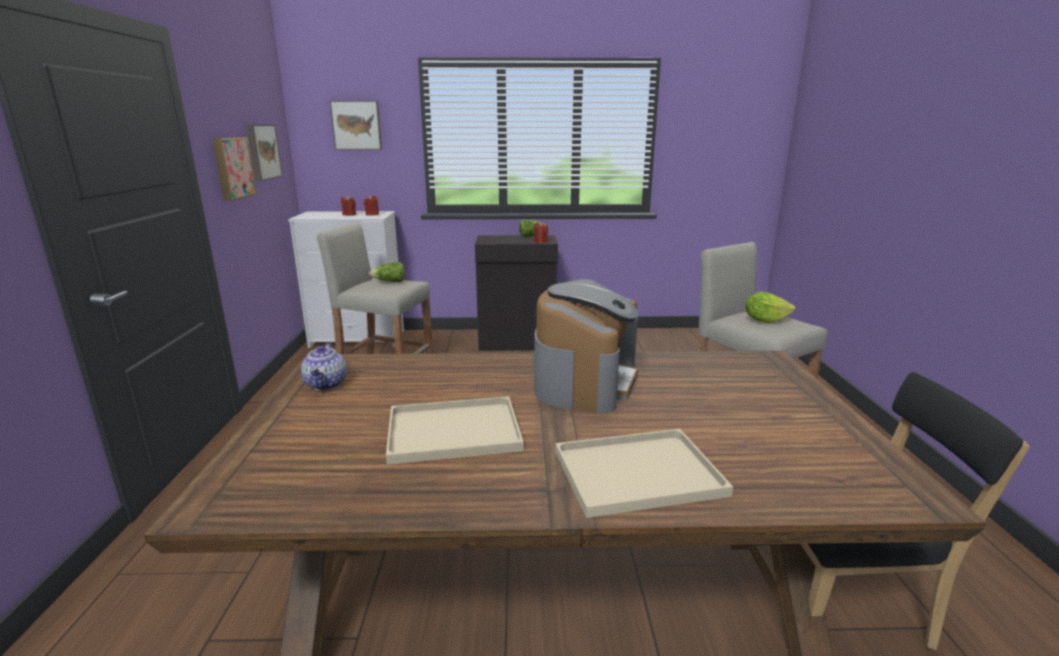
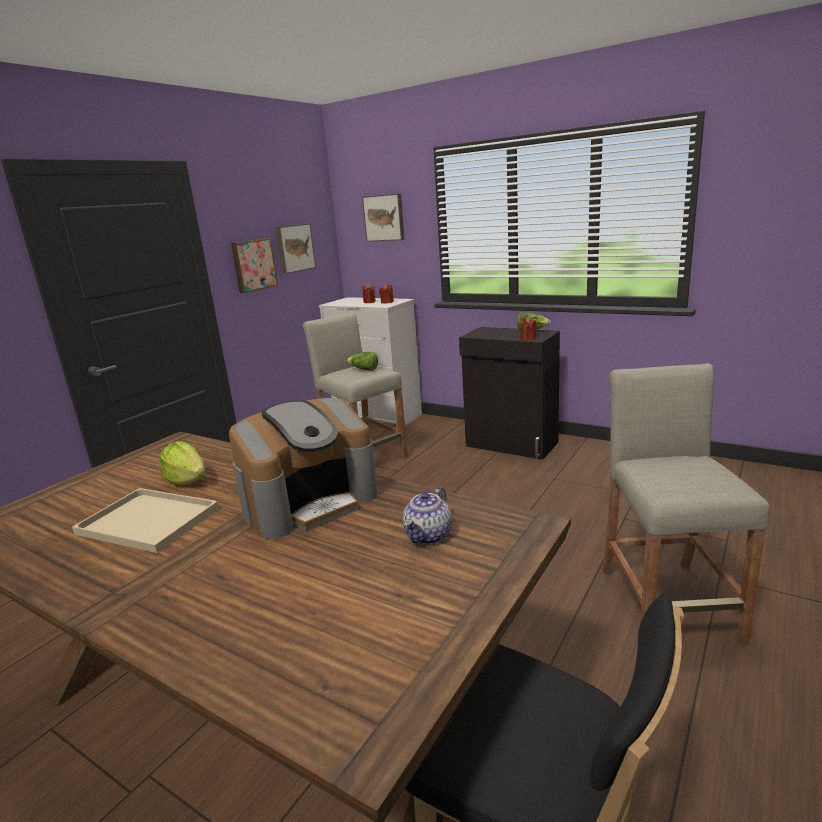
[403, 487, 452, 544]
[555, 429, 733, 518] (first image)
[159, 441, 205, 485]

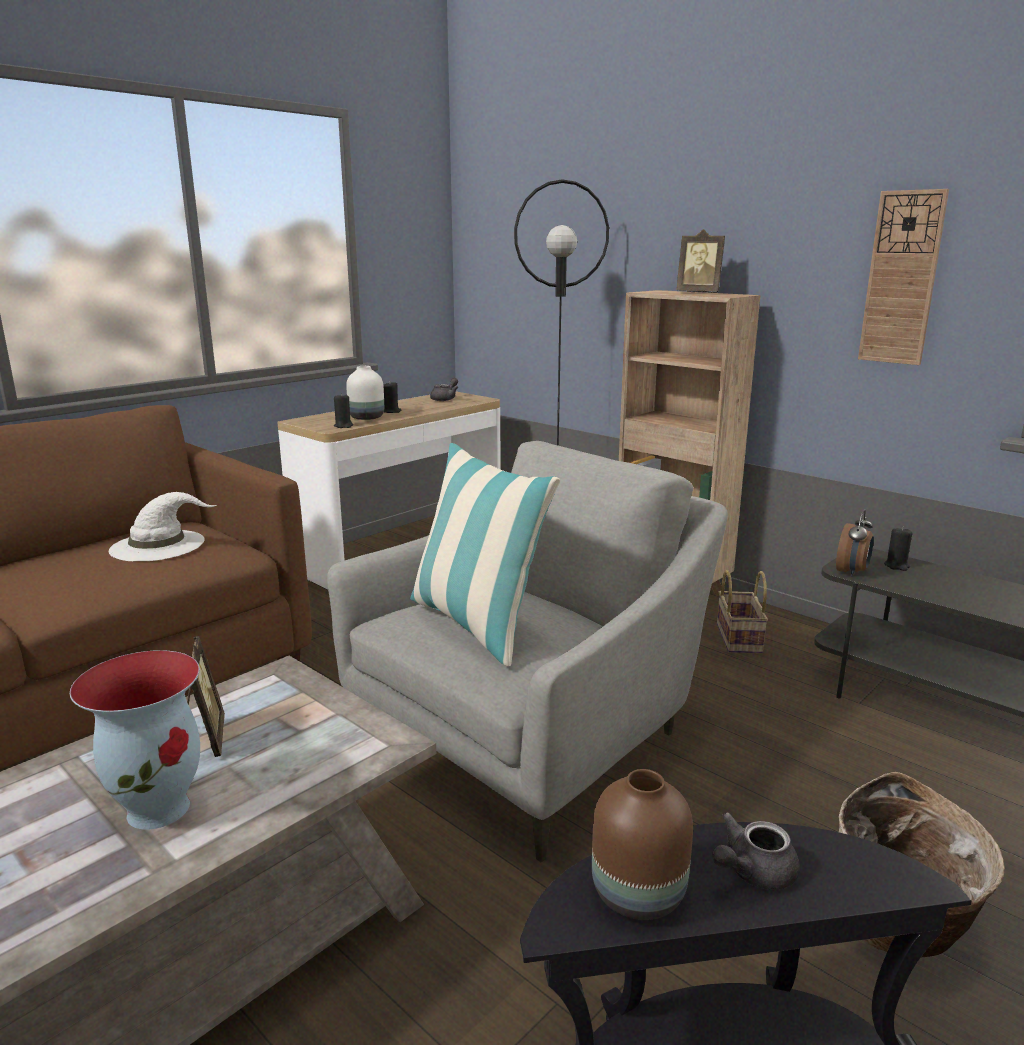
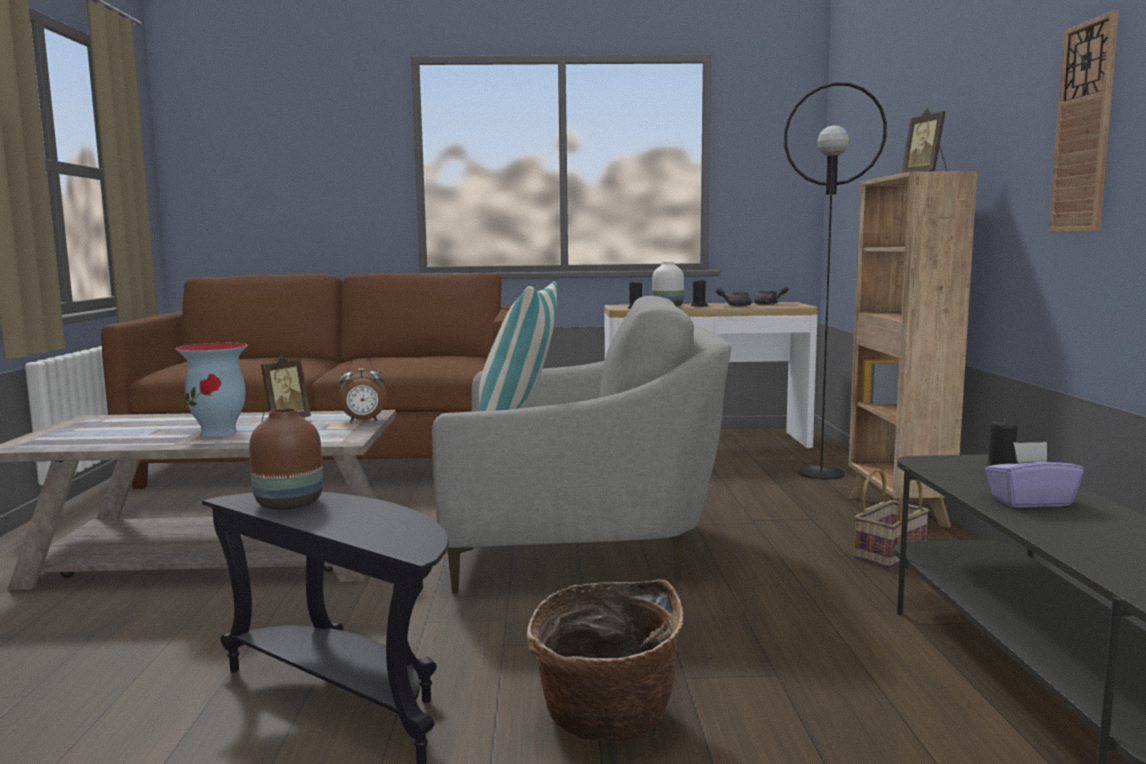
[109, 492, 216, 561] (first image)
[716, 287, 752, 307]
[339, 359, 387, 422]
[984, 442, 1084, 508]

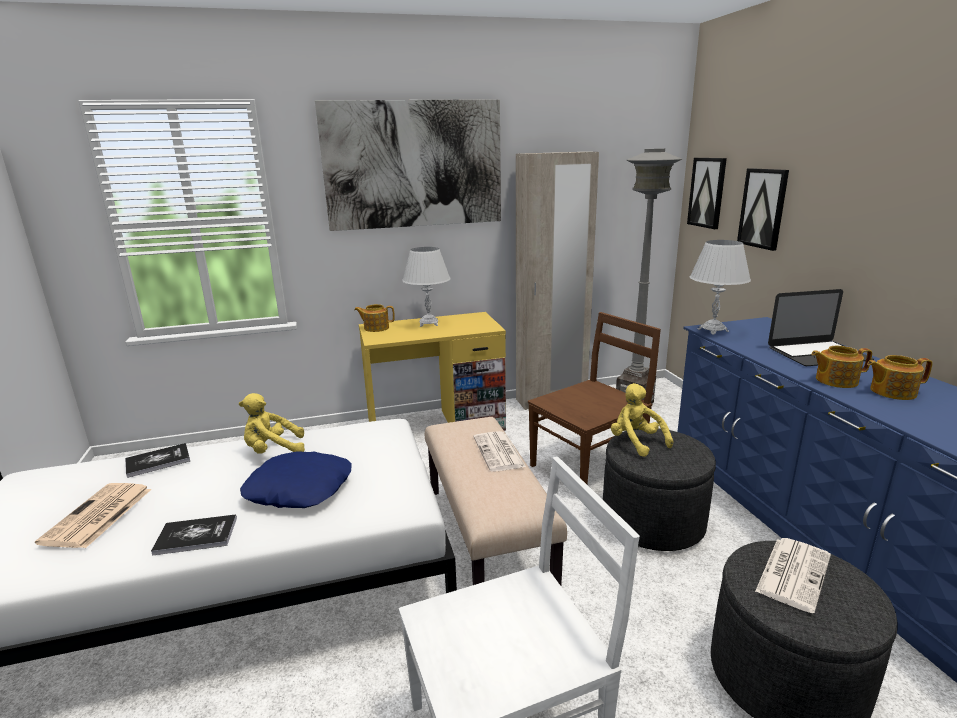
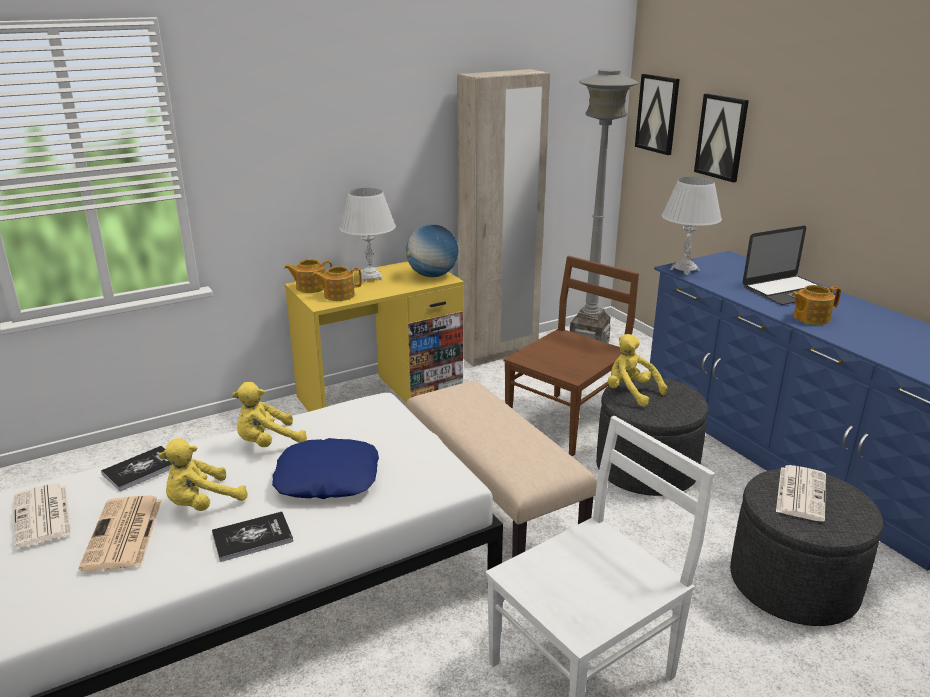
[315, 99, 501, 231] (first image)
[14, 483, 71, 548]
[312, 266, 362, 301]
[159, 438, 248, 511]
[406, 224, 458, 277]

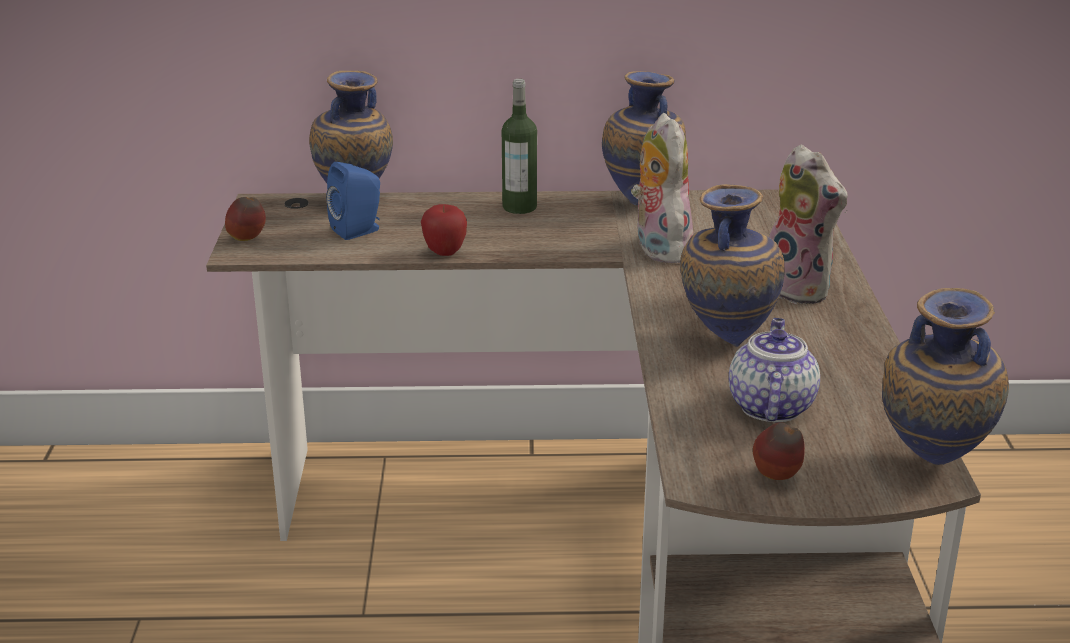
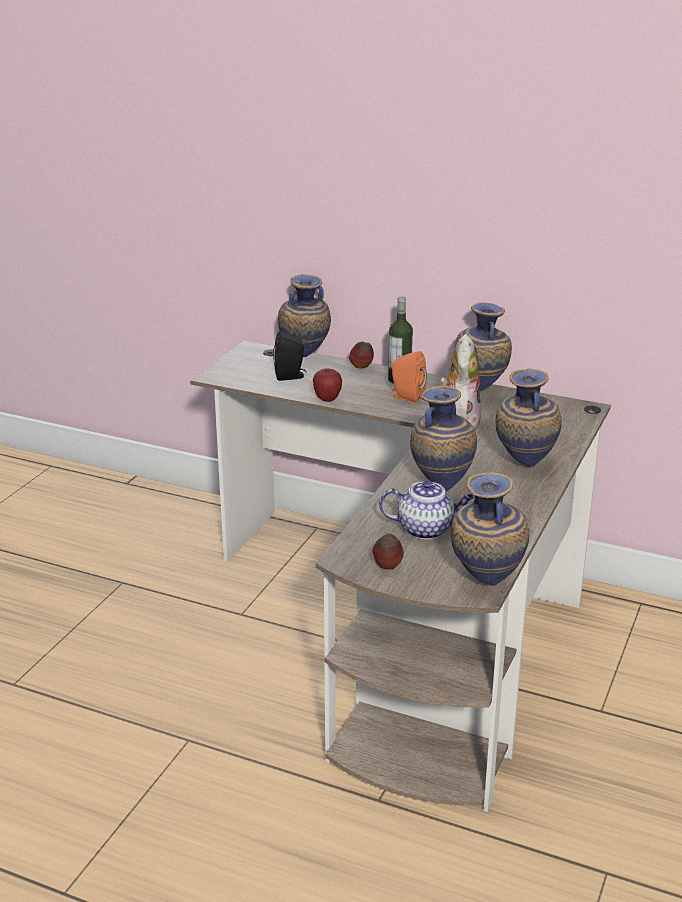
[349, 342, 374, 368]
[273, 331, 307, 381]
[379, 481, 474, 539]
[496, 369, 562, 468]
[390, 351, 427, 403]

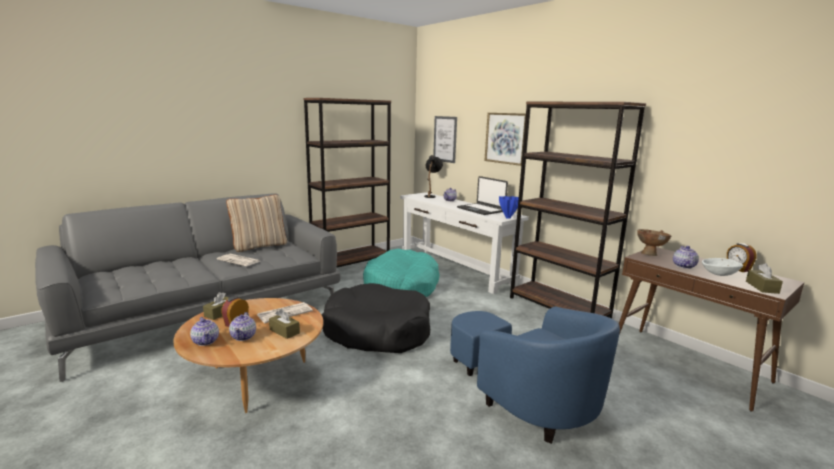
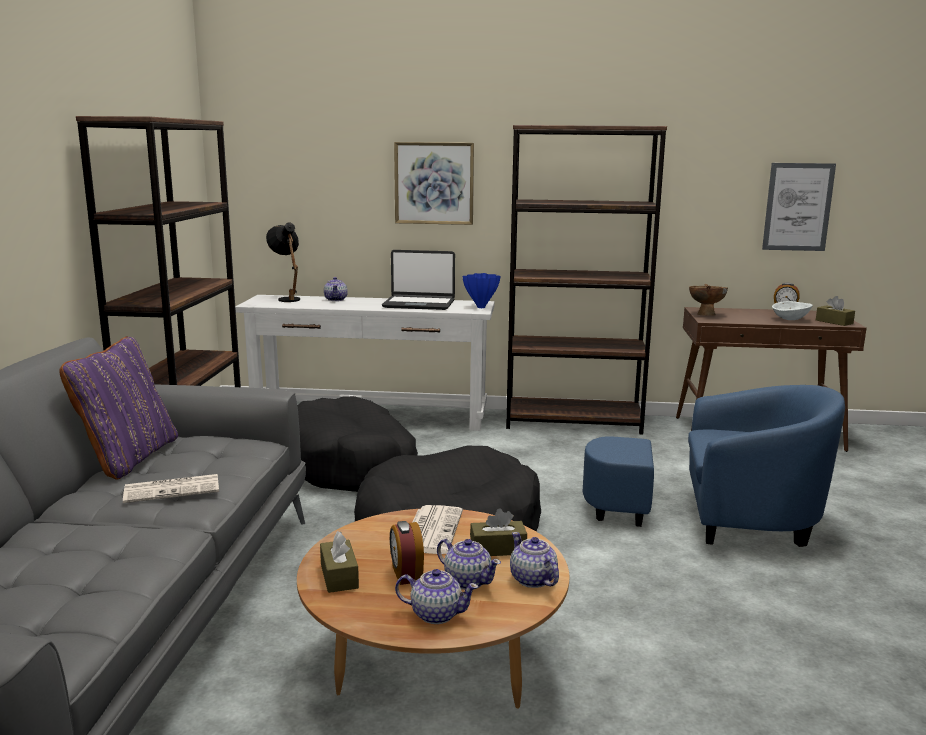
[59, 337, 178, 480]
[297, 396, 418, 492]
[762, 163, 836, 251]
[510, 532, 559, 588]

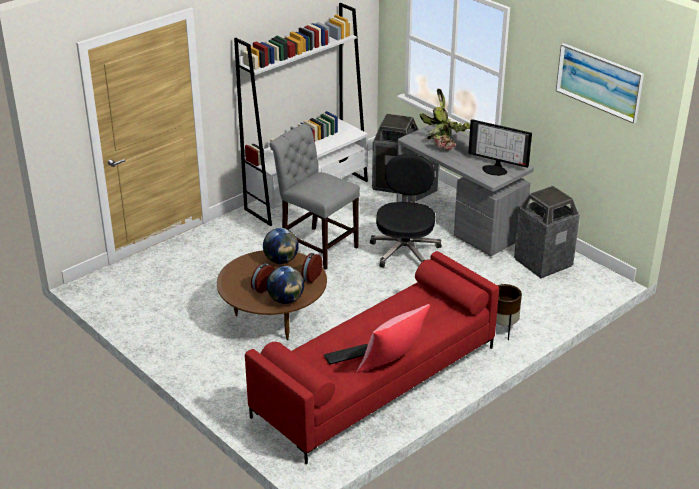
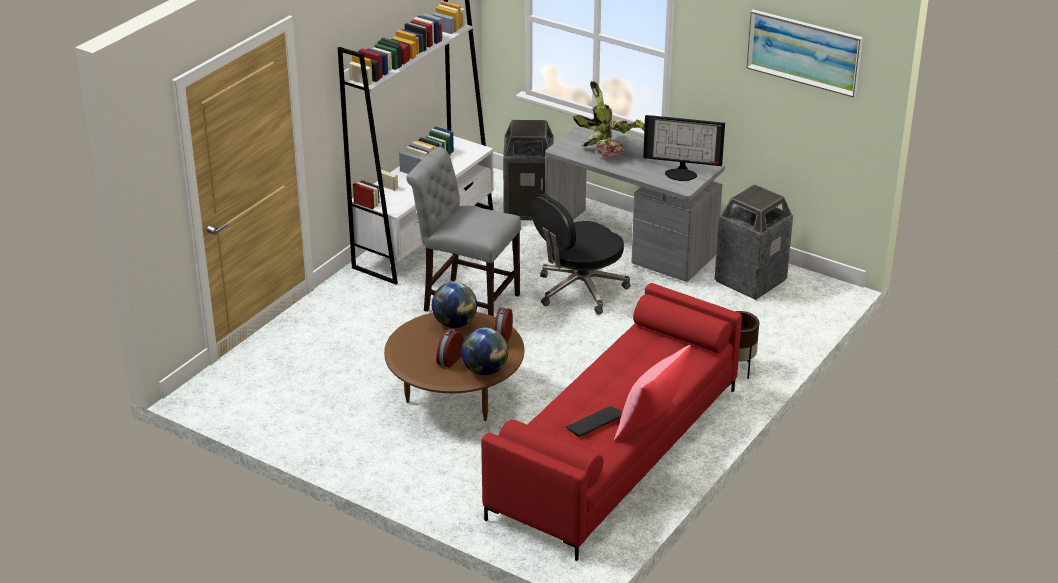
[531, 193, 630, 314]

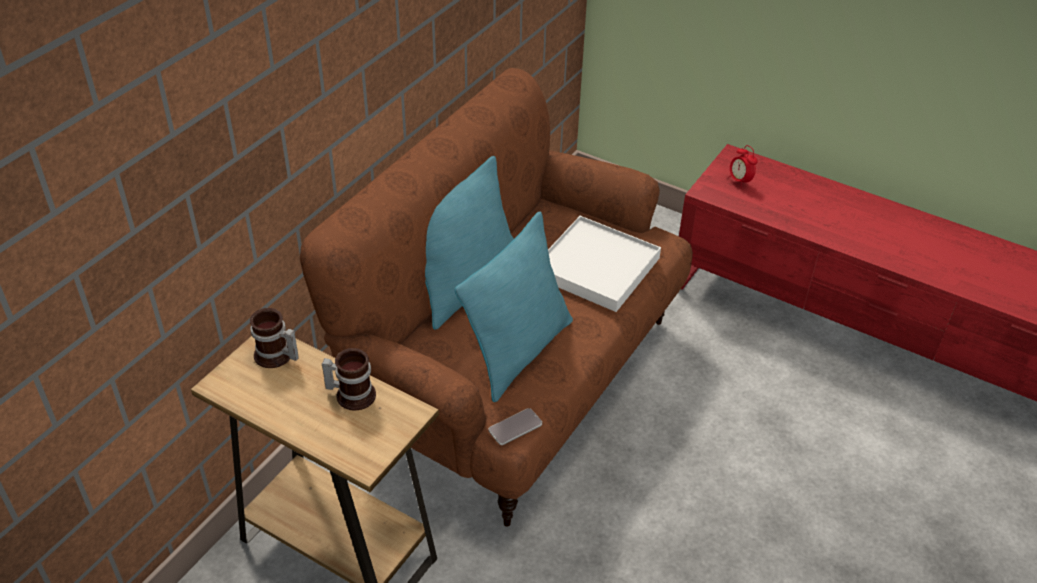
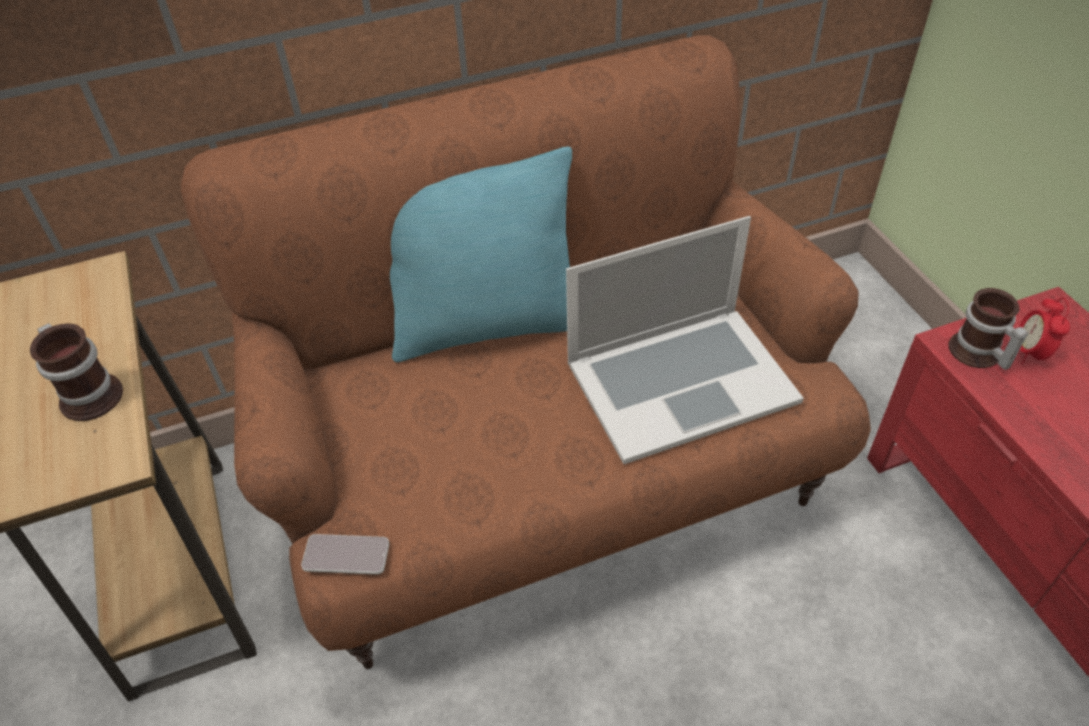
[948, 288, 1028, 370]
[455, 211, 573, 402] (first image)
[566, 216, 804, 464]

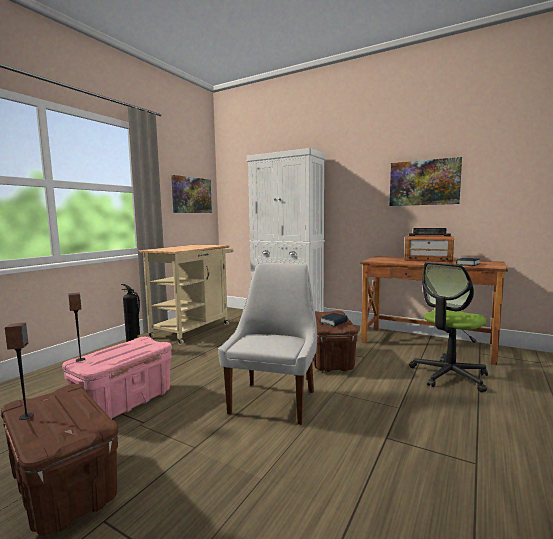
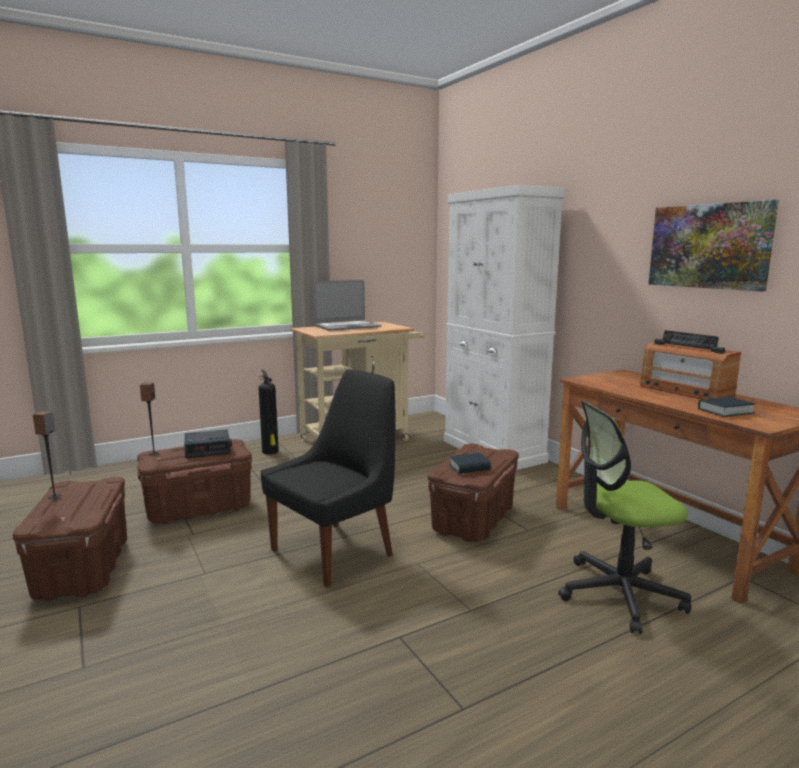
[137, 439, 252, 524]
[171, 175, 212, 213] (first image)
[261, 370, 395, 587]
[184, 429, 232, 458]
[313, 280, 382, 331]

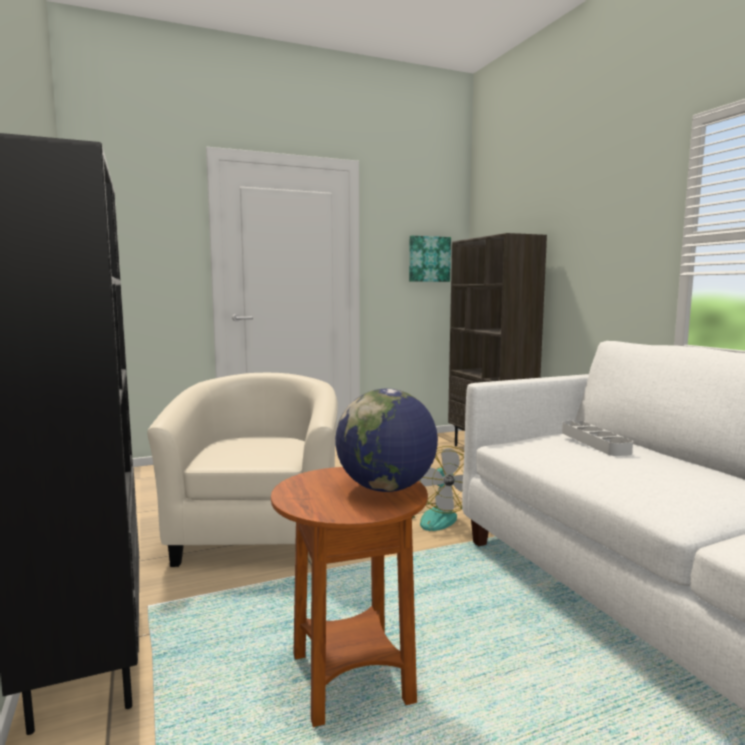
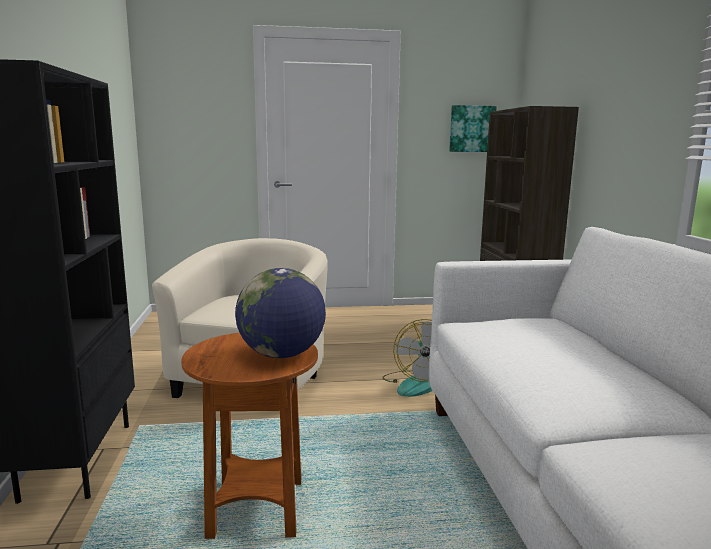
[562, 420, 633, 456] (first image)

